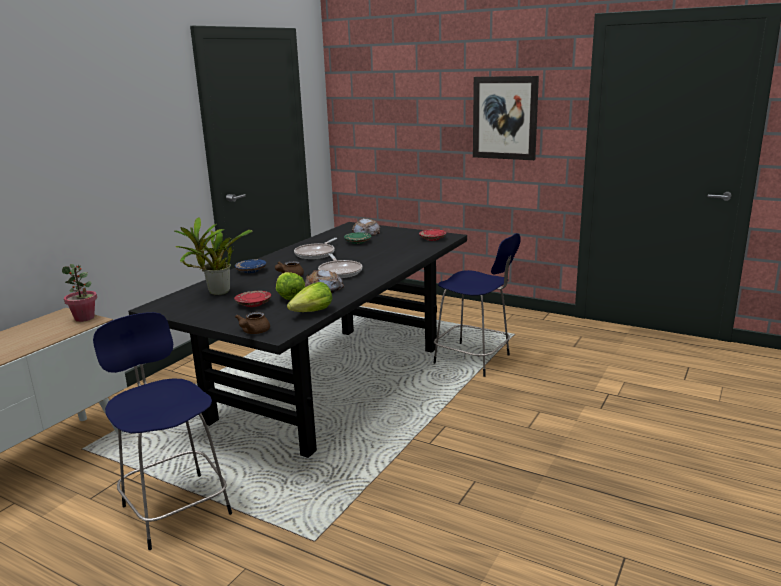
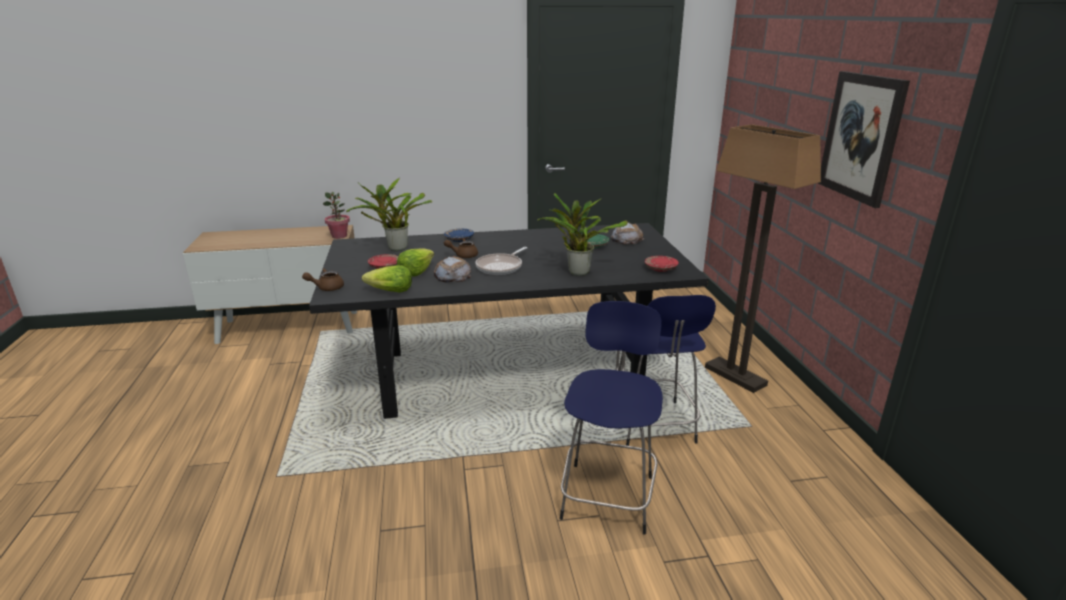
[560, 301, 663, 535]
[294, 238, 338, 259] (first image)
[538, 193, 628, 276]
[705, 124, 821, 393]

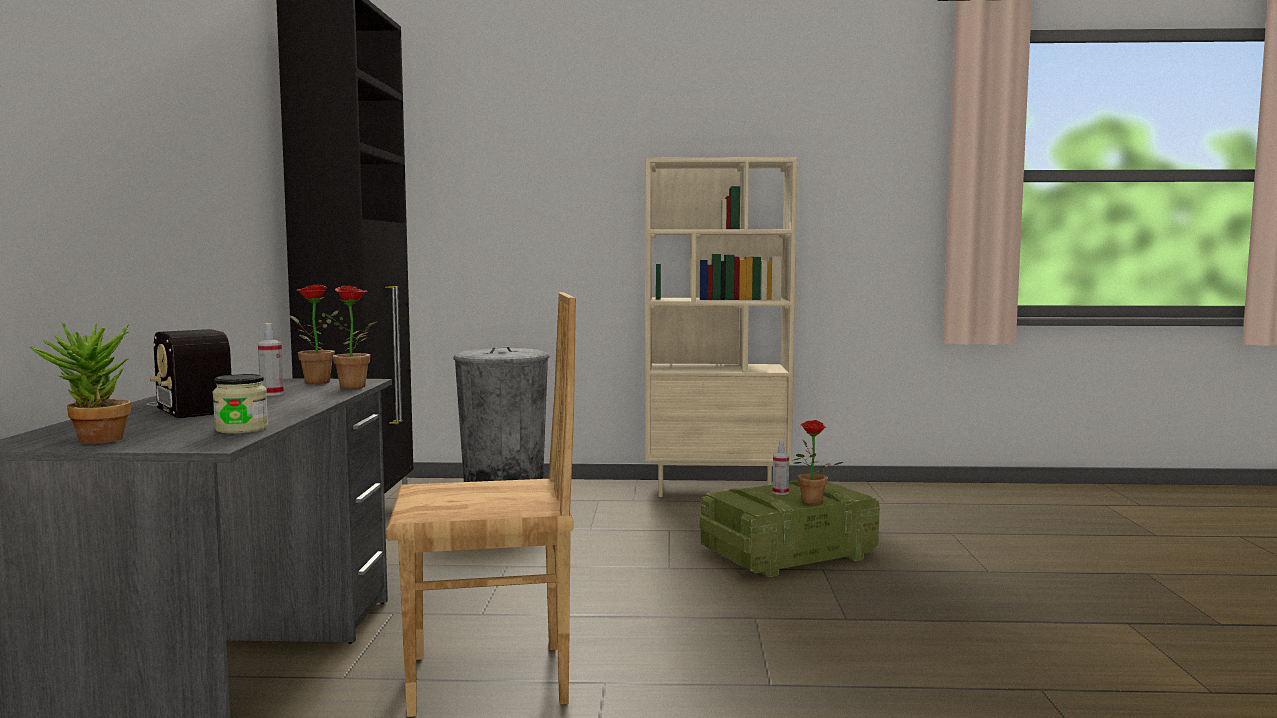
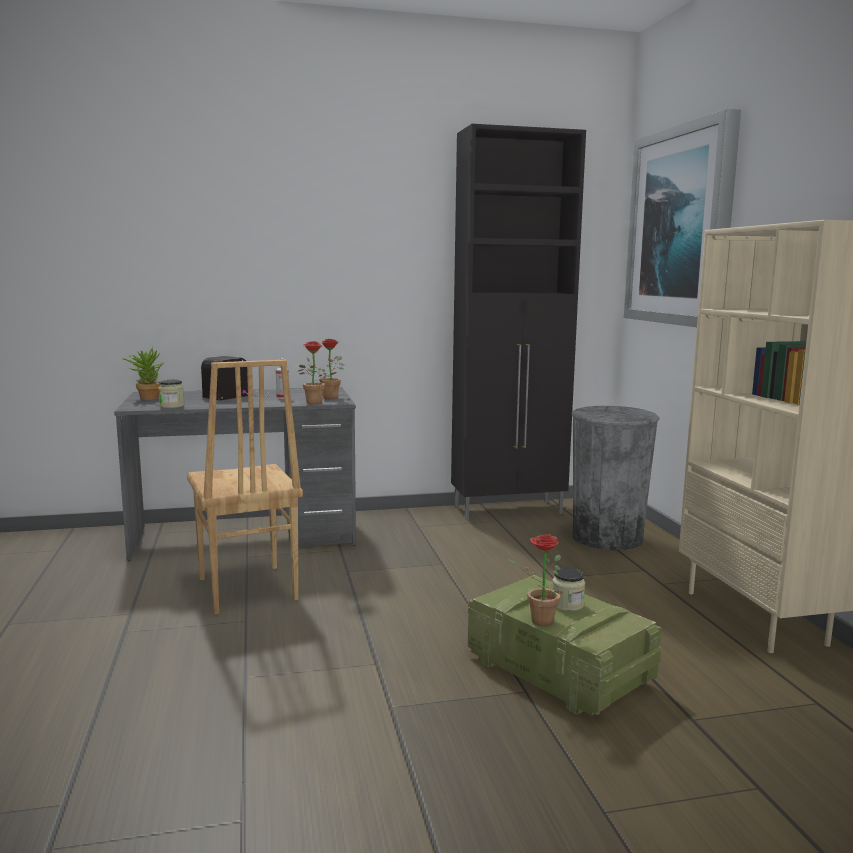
[552, 568, 585, 612]
[624, 109, 741, 327]

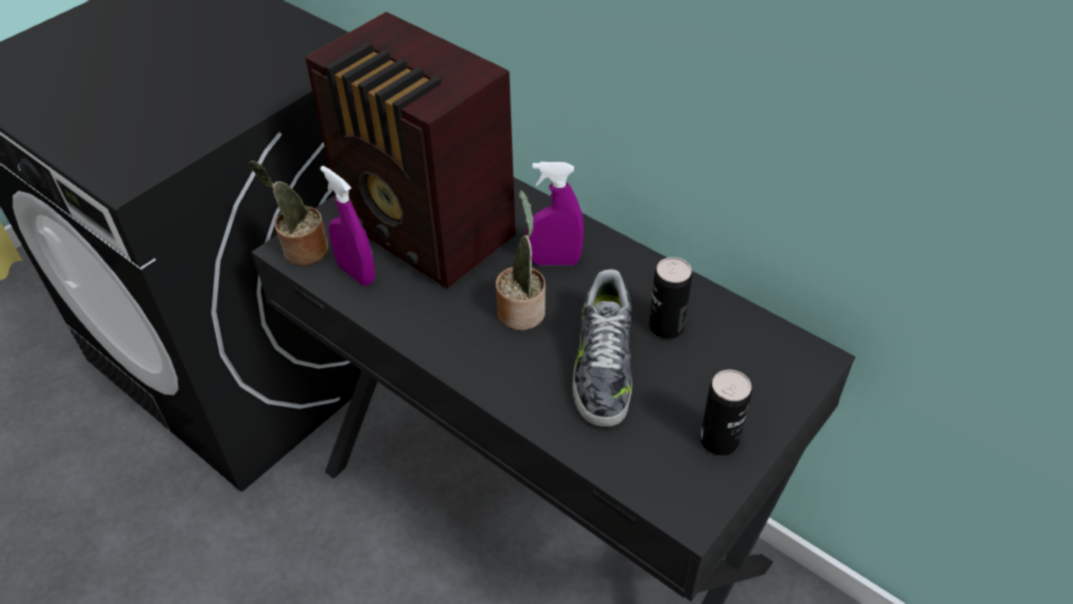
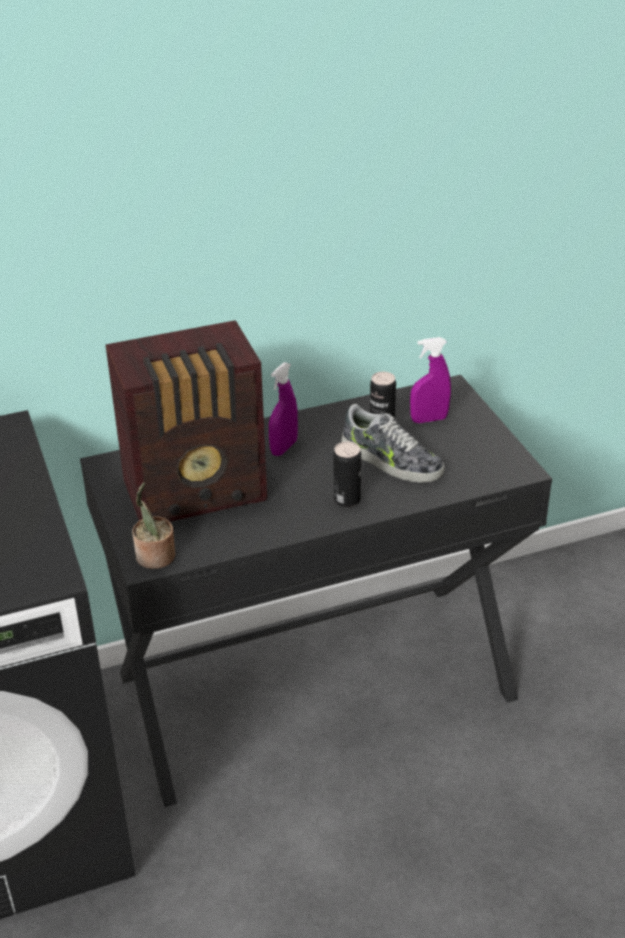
[410, 337, 451, 423]
[495, 190, 546, 330] (first image)
[333, 441, 361, 507]

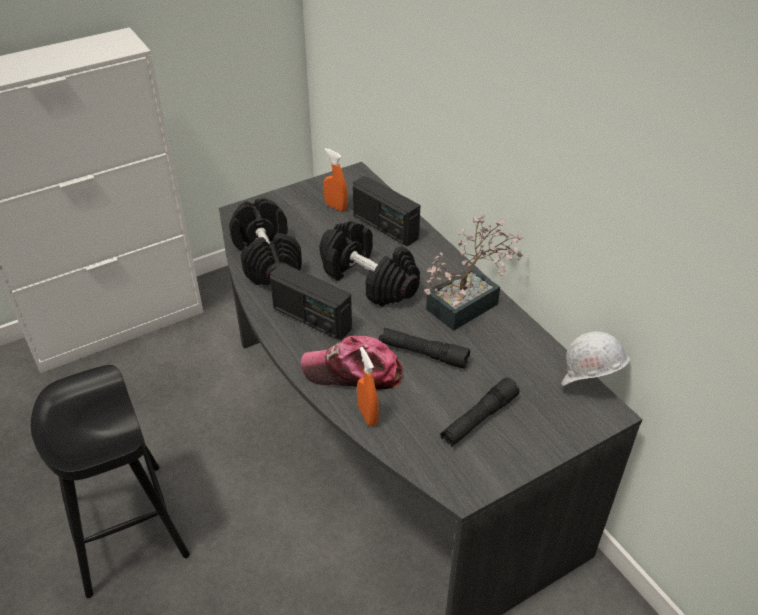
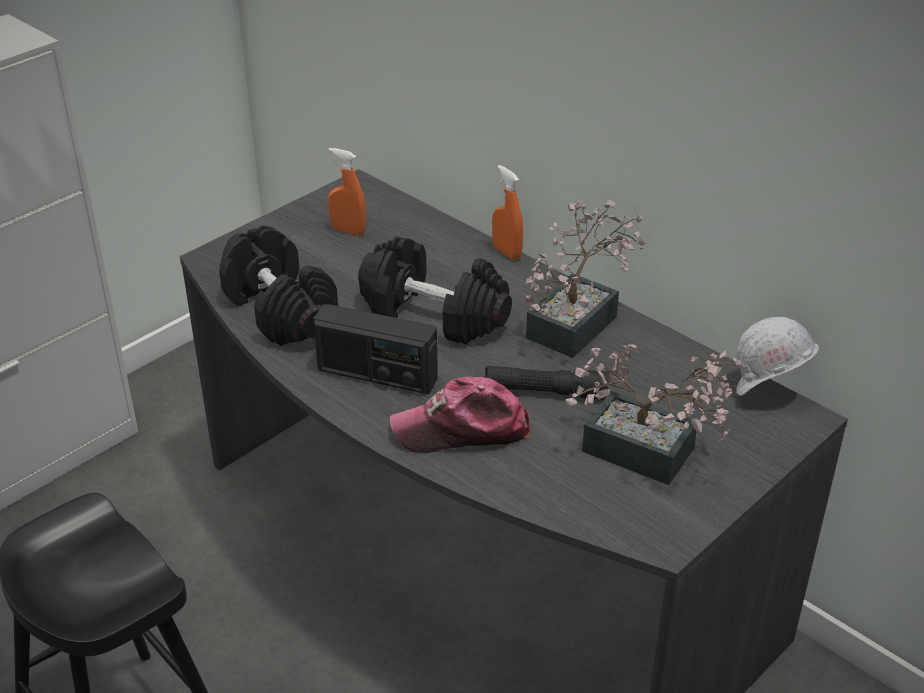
[353, 176, 420, 246] (first image)
[492, 165, 523, 260]
[565, 344, 741, 485]

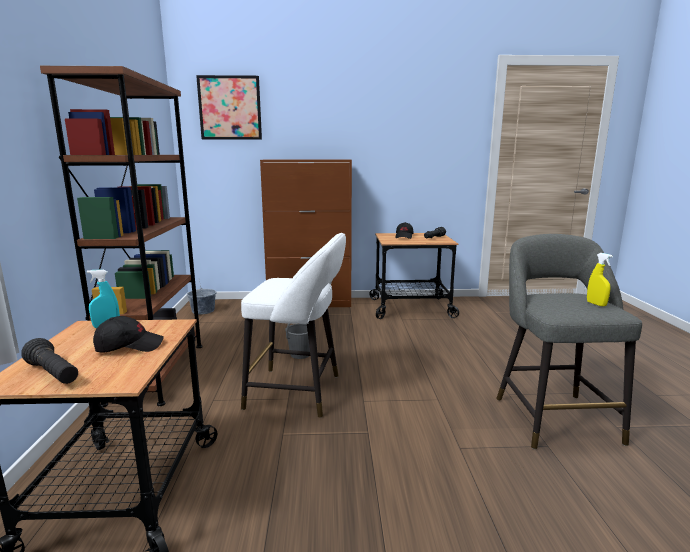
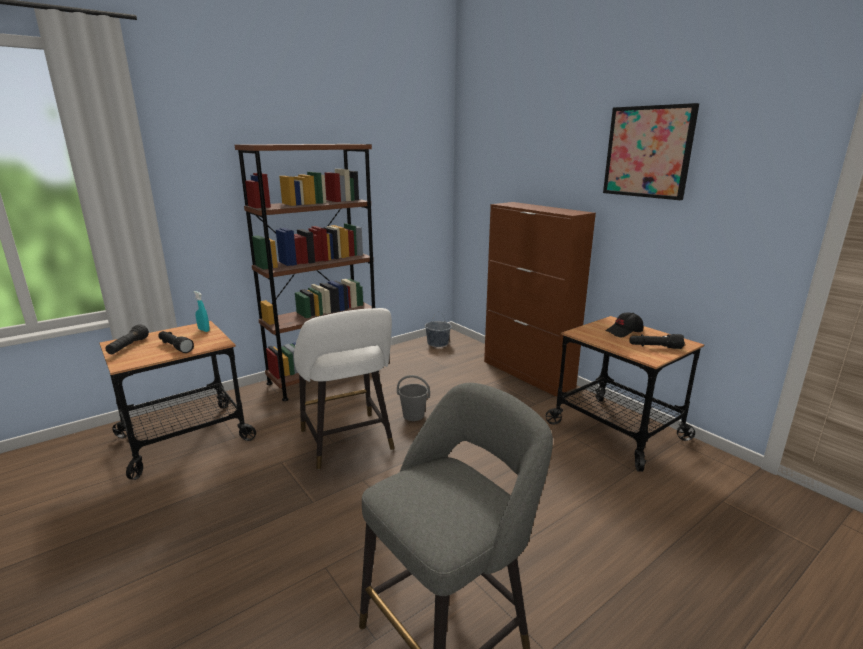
[158, 331, 194, 353]
[603, 103, 699, 200]
[587, 253, 613, 306] (first image)

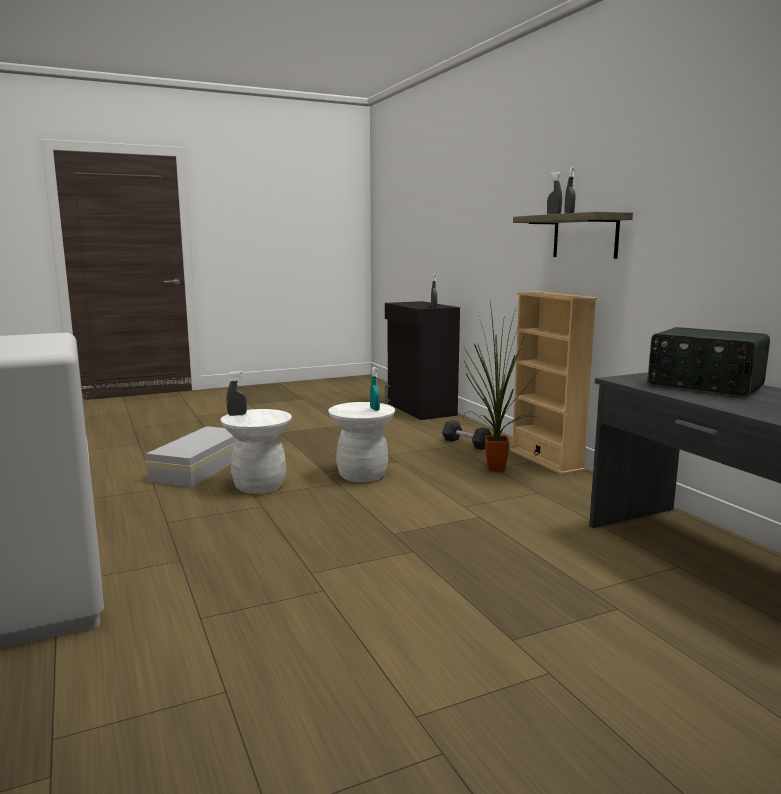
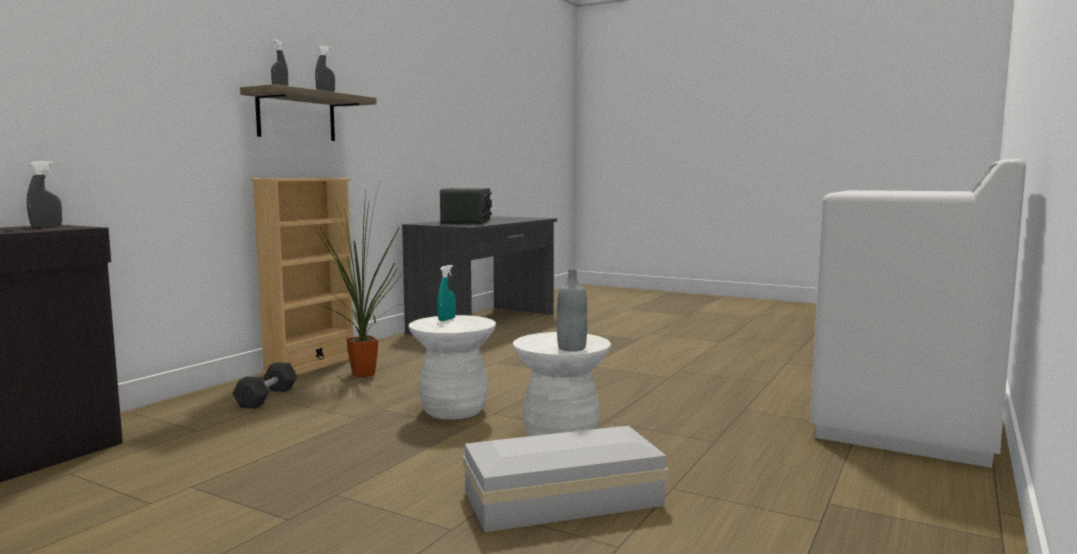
[557, 269, 587, 351]

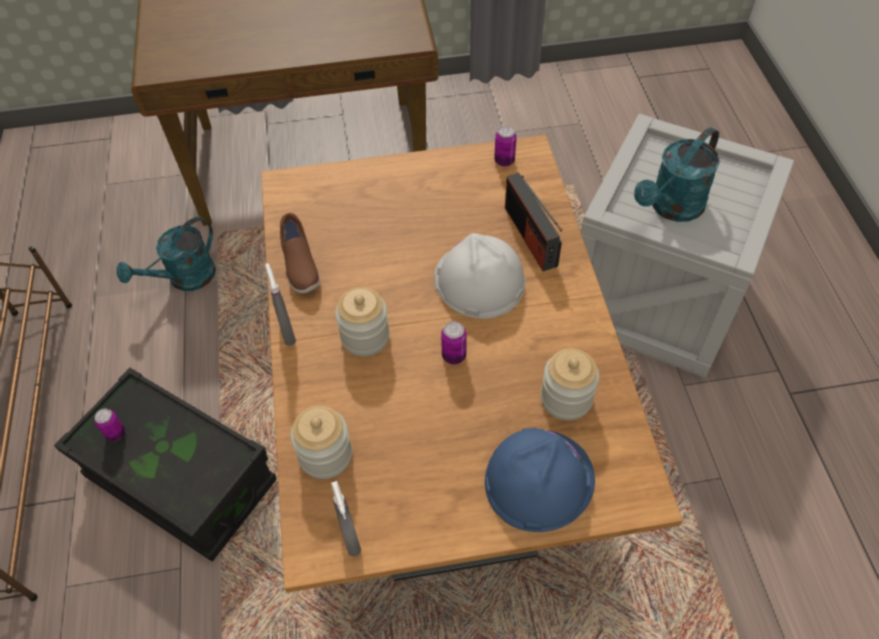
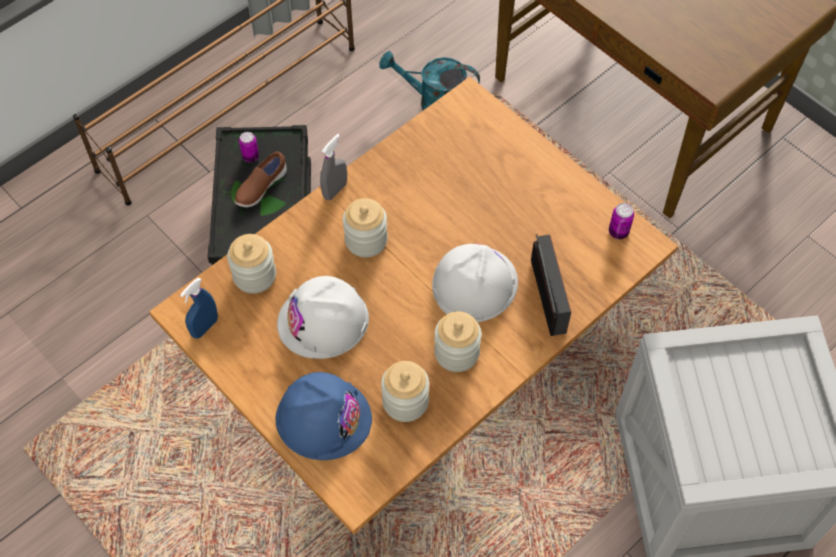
[235, 152, 287, 207]
[180, 277, 218, 339]
[441, 321, 467, 364] (first image)
[531, 234, 571, 336]
[634, 127, 720, 222] (first image)
[277, 276, 369, 359]
[434, 311, 482, 372]

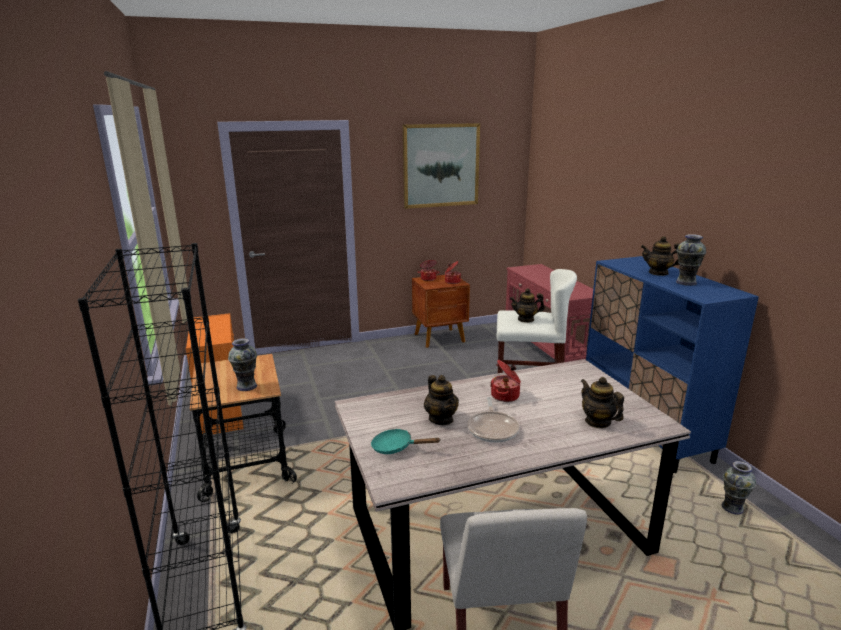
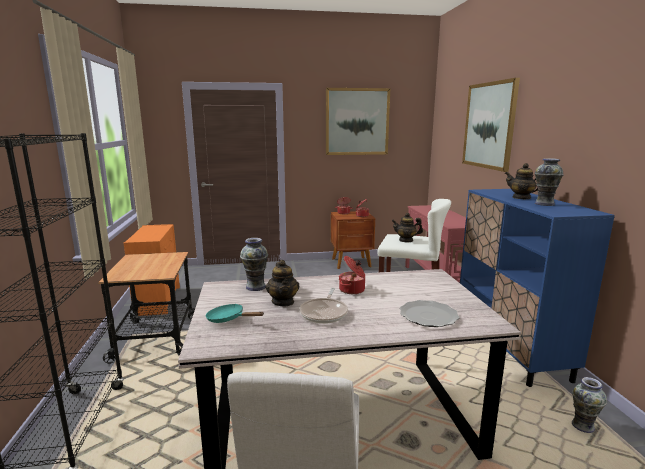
[240, 238, 268, 291]
[400, 300, 459, 327]
[462, 78, 520, 172]

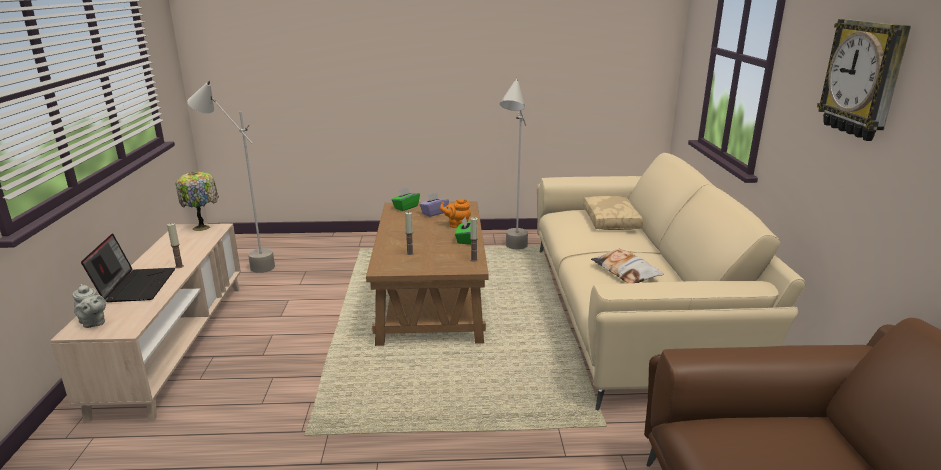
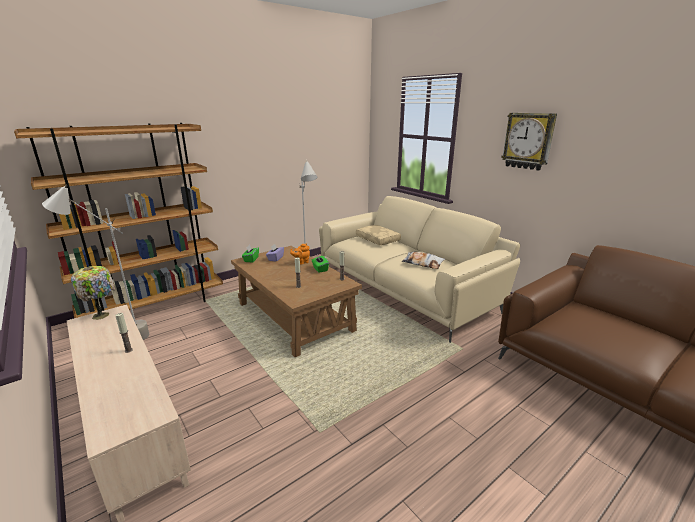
[73, 284, 106, 328] (first image)
[81, 233, 175, 302] (first image)
[14, 123, 223, 318]

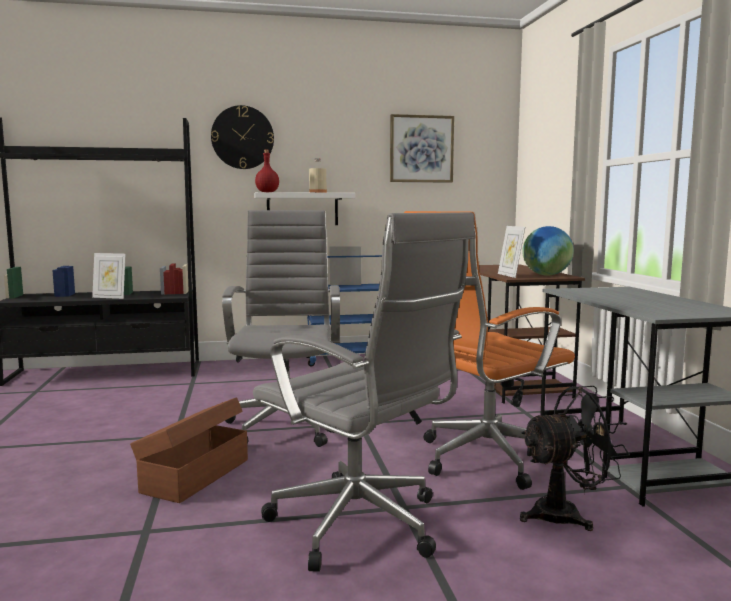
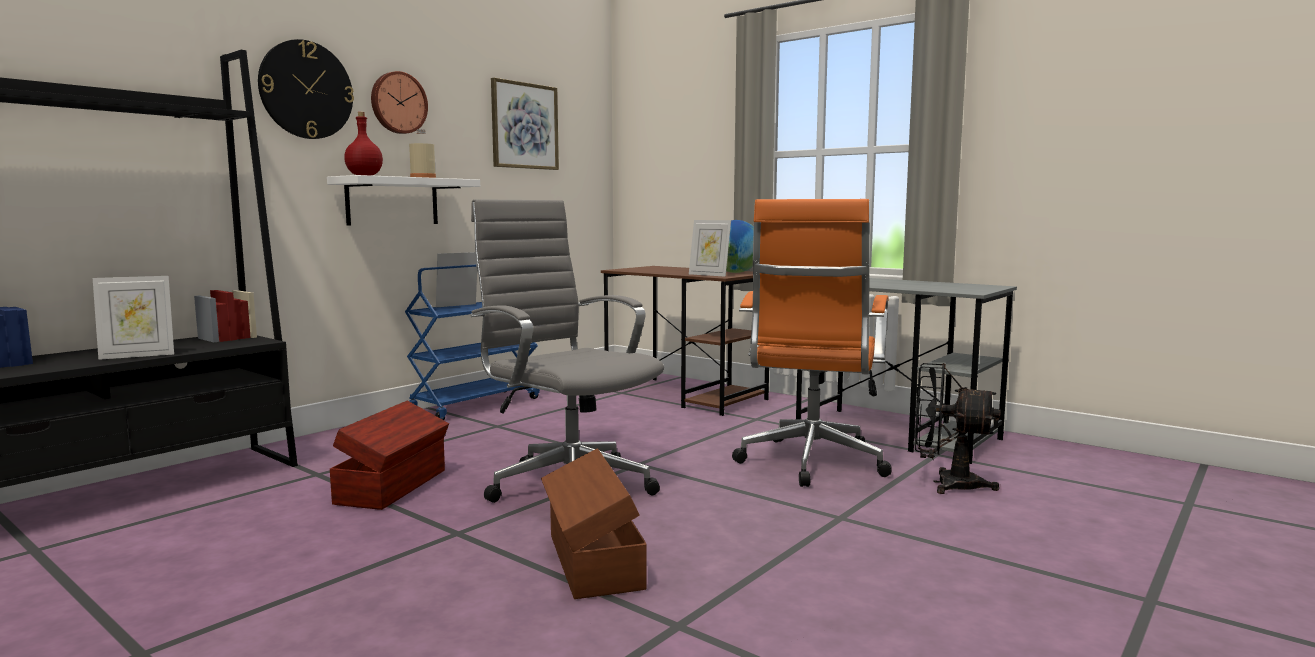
[253, 212, 476, 572] (first image)
[914, 363, 1000, 494]
[330, 401, 449, 510]
[371, 71, 428, 134]

